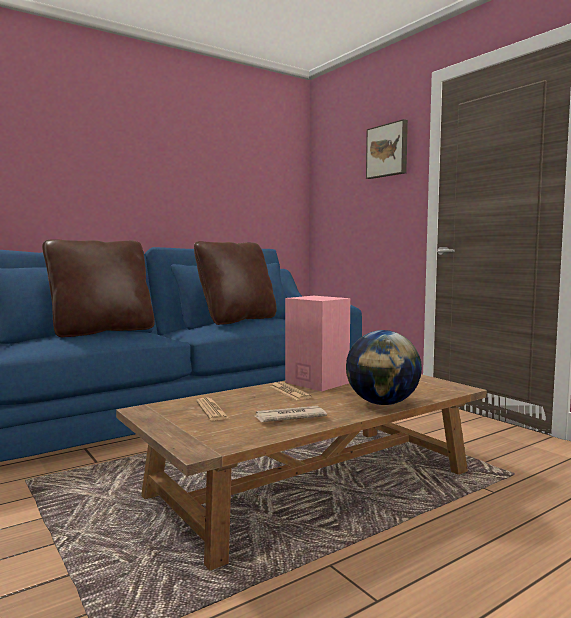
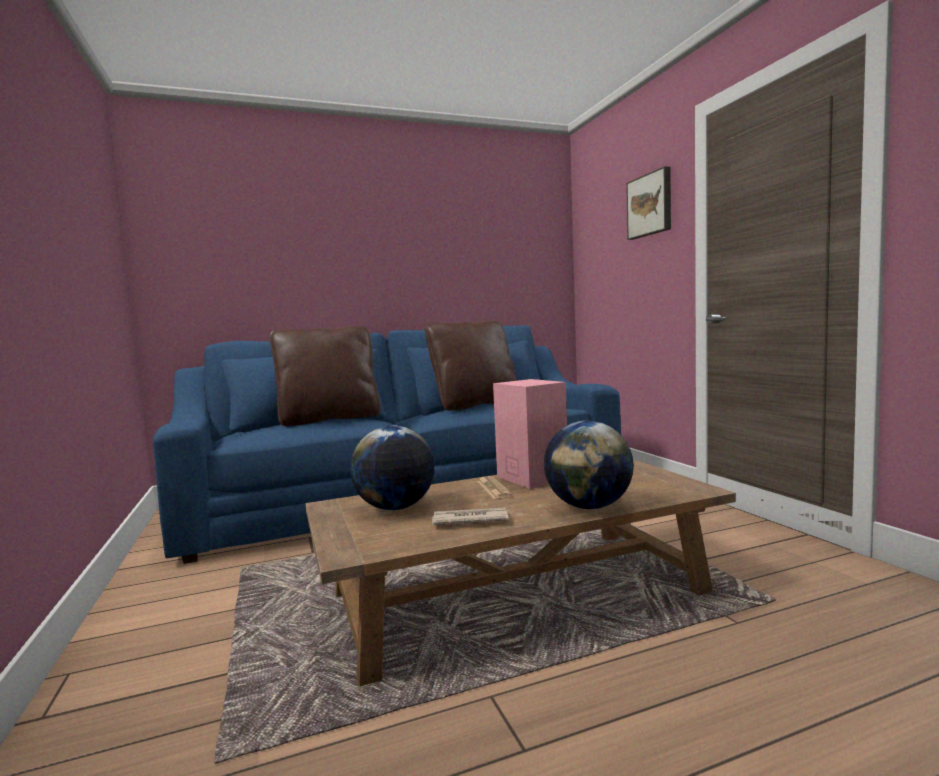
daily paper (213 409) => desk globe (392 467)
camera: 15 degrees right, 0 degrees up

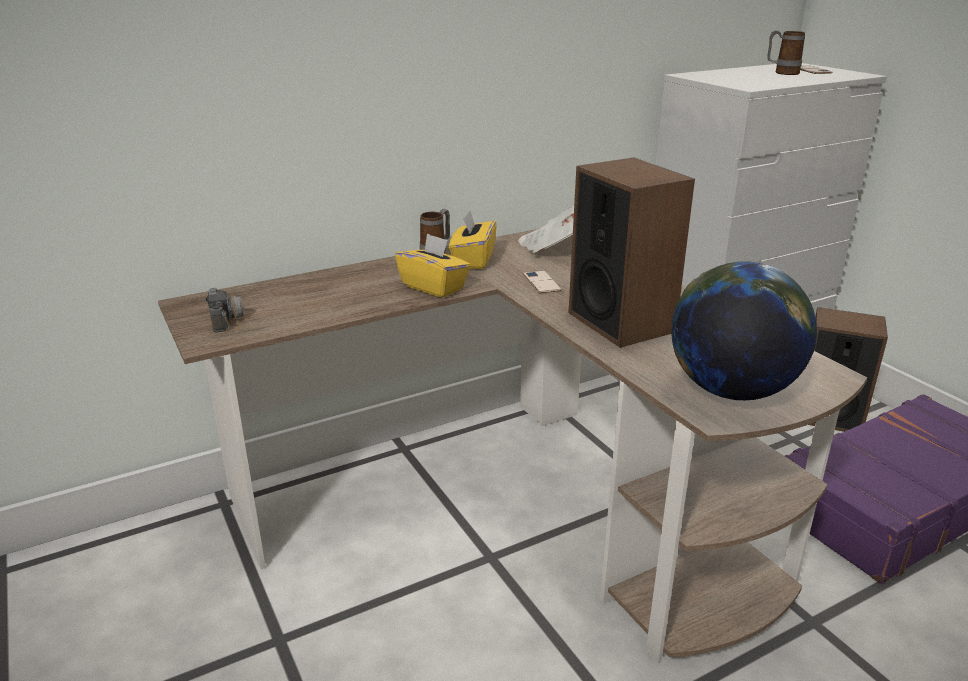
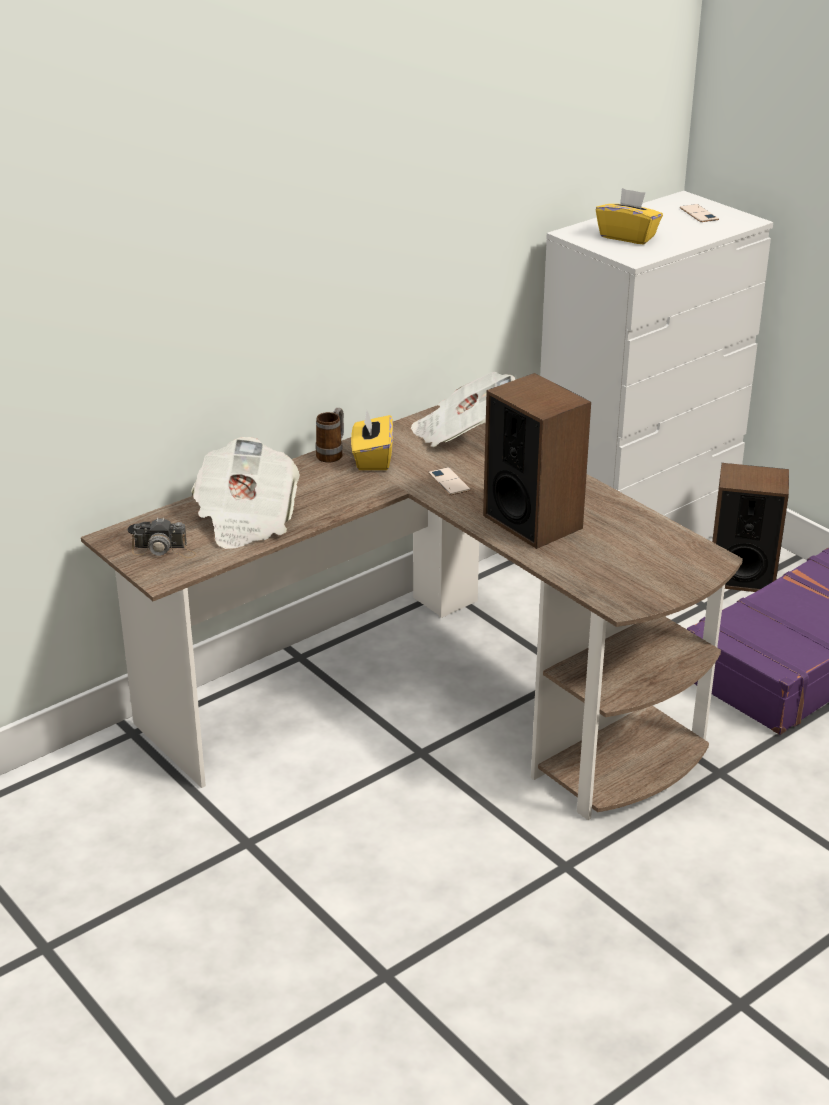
photo camera (225 310) => photo camera (164 537), 120 degrees clockwise
nothing => daily paper (245 493)
box of tissues/yellow-coloured (433 265) => box of tissues/yellow-coloured (629 216), shifted
desk globe (744 330) => nothing
mug (786 52) => nothing
camera: 10 degrees left, 5 degrees up

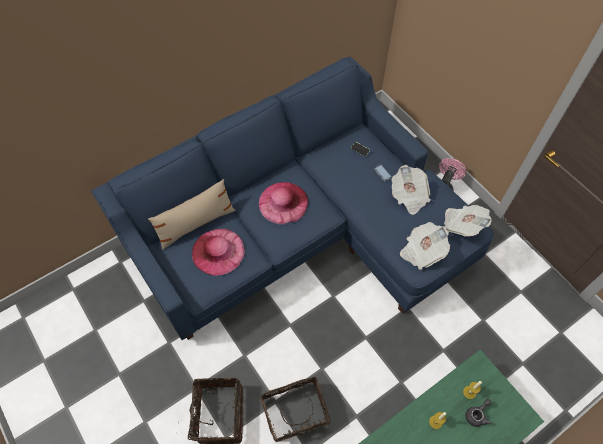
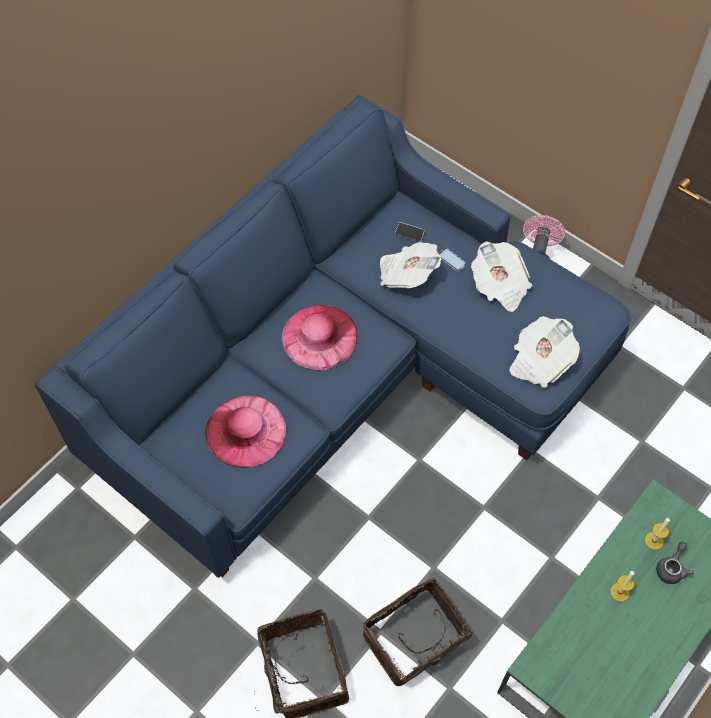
daily paper (468 220) => daily paper (410 265), shifted
throw pillow/beige (192 214) => nothing
camera: 15 degrees left, 0 degrees up

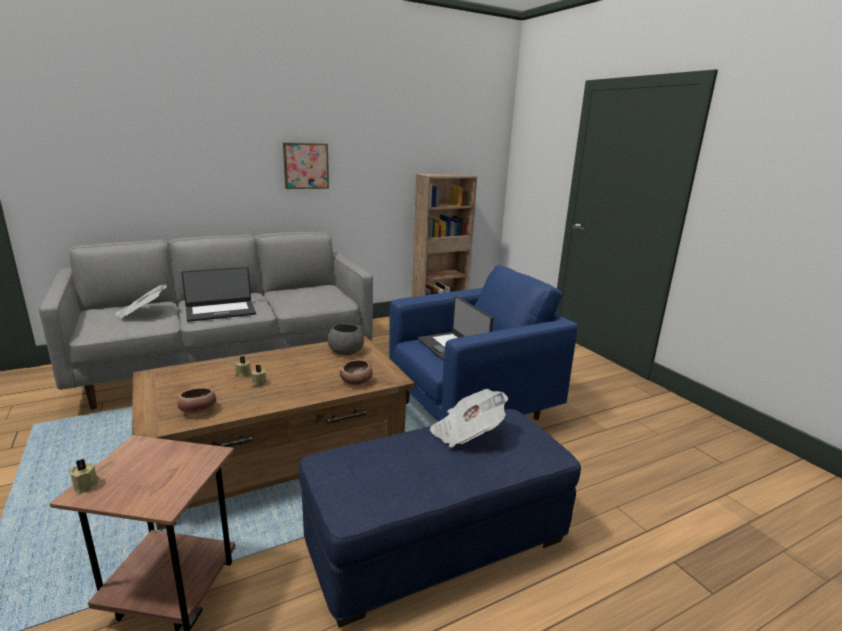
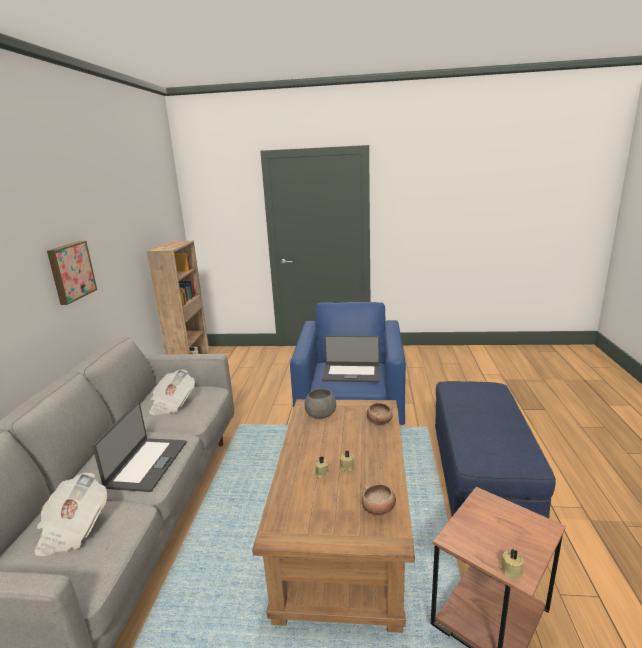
daily paper (469 418) => daily paper (172 392), shifted
camera: 55 degrees left, 0 degrees up

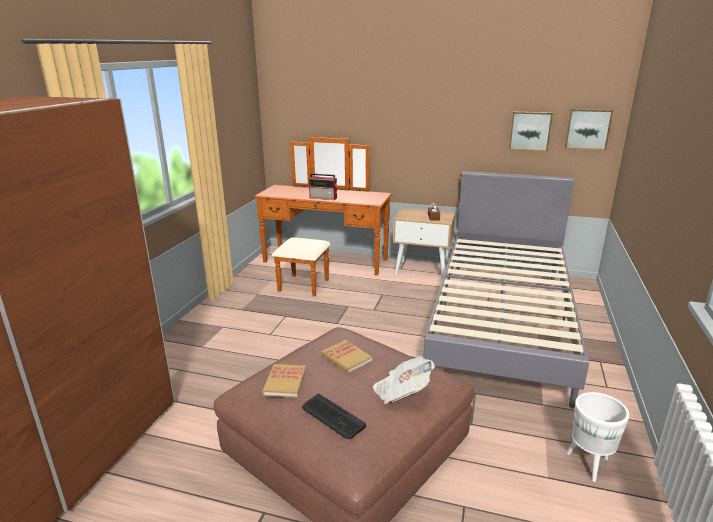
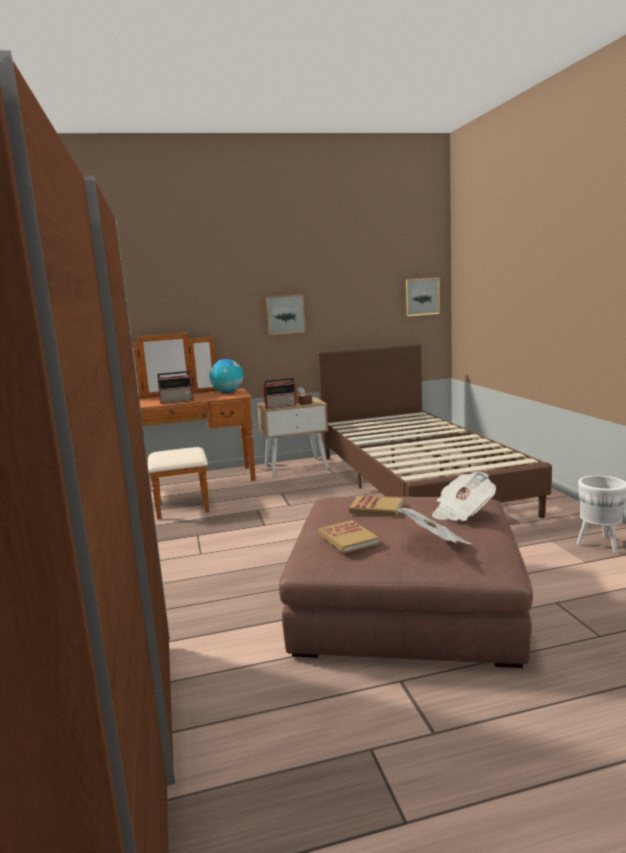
nothing => desk globe (227 376)
nothing => radio (279 393)
wall picture (531 131) => wall picture (285 314), shifted
sleeping bed/gray (506 290) => sleeping bed/brownish (434 430)
PC keyboard (334 416) => daily paper (434 526)
camera: 30 degrees left, 10 degrees down

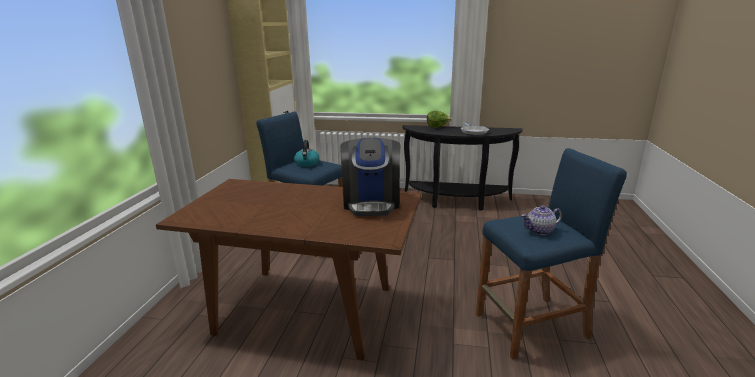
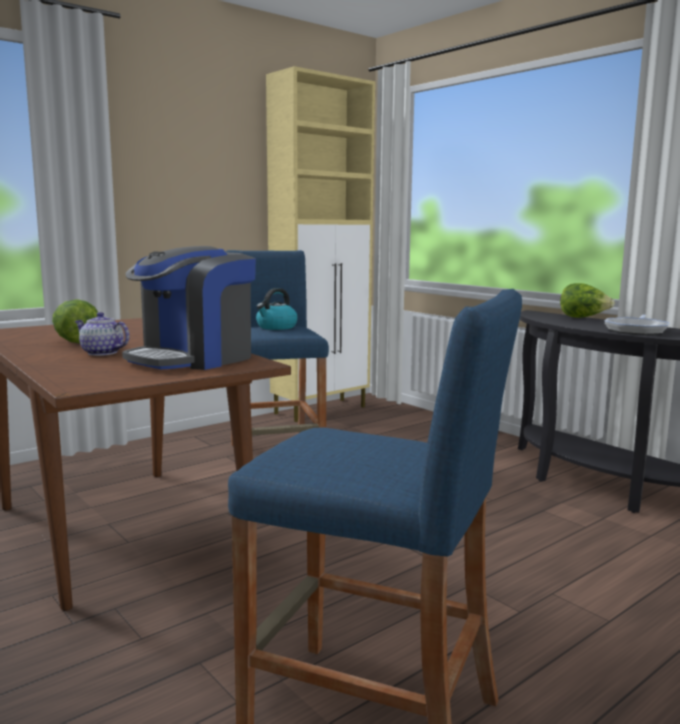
nothing => lettuce (75 321)
teapot (541 220) => teapot (102 334), shifted
camera: 40 degrees right, 10 degrees down

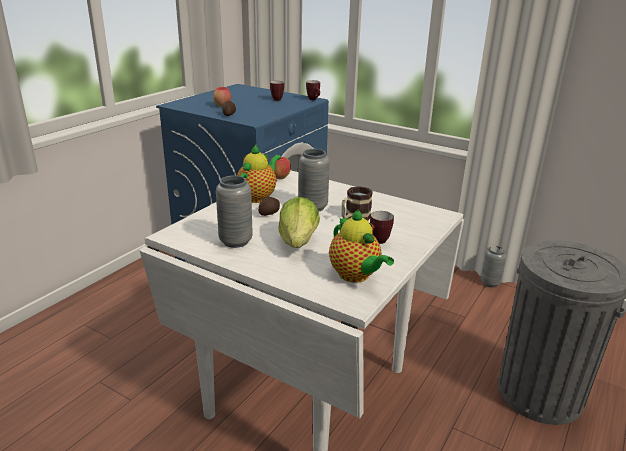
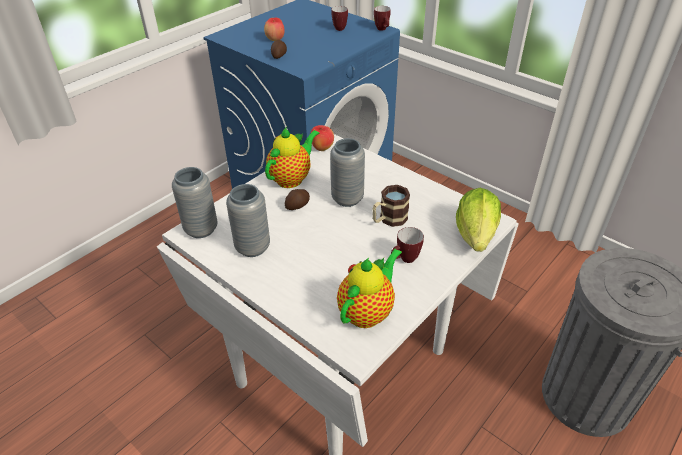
decorative vase/gray (493 266) => decorative vase/gray (195 202), shifted
teapot (361 246) => teapot (369 288), 120 degrees counterclockwise
lettuce (299 222) => lettuce (478 220), shifted
camera: 10 degrees right, 15 degrees up

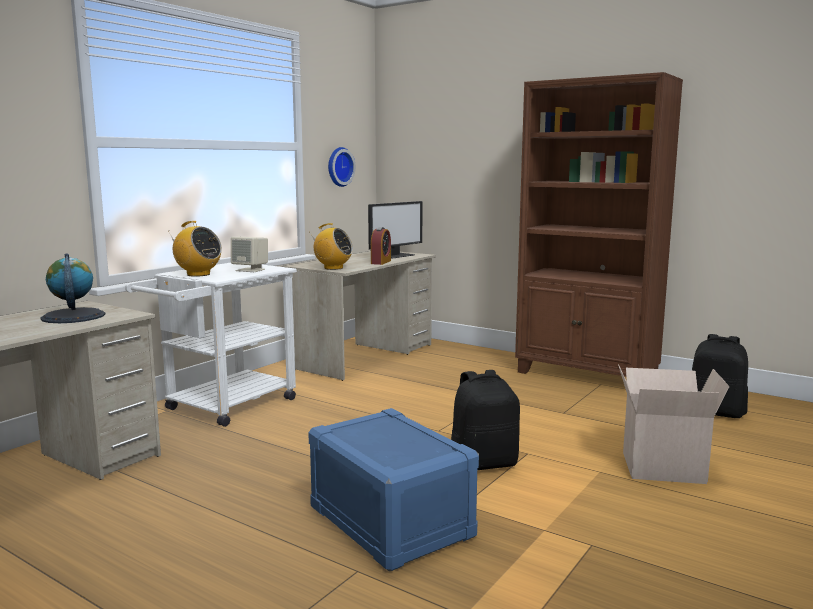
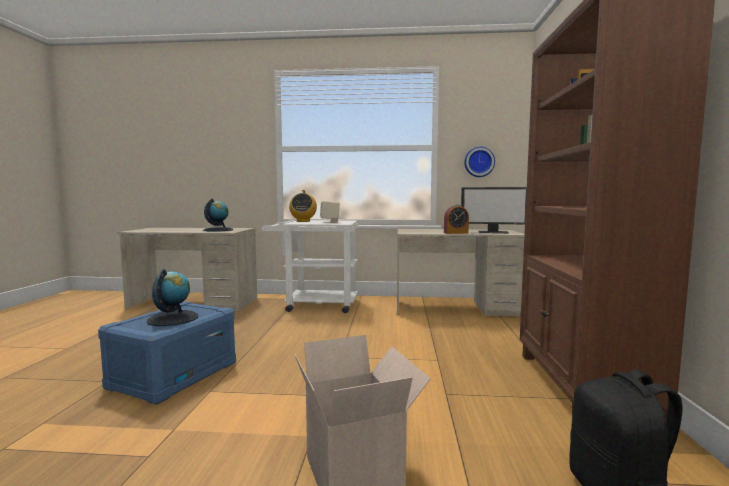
nothing => desk globe (172 297)
radio (331 246) => nothing
knapsack/black (485 420) => nothing
camera: 60 degrees right, 5 degrees down

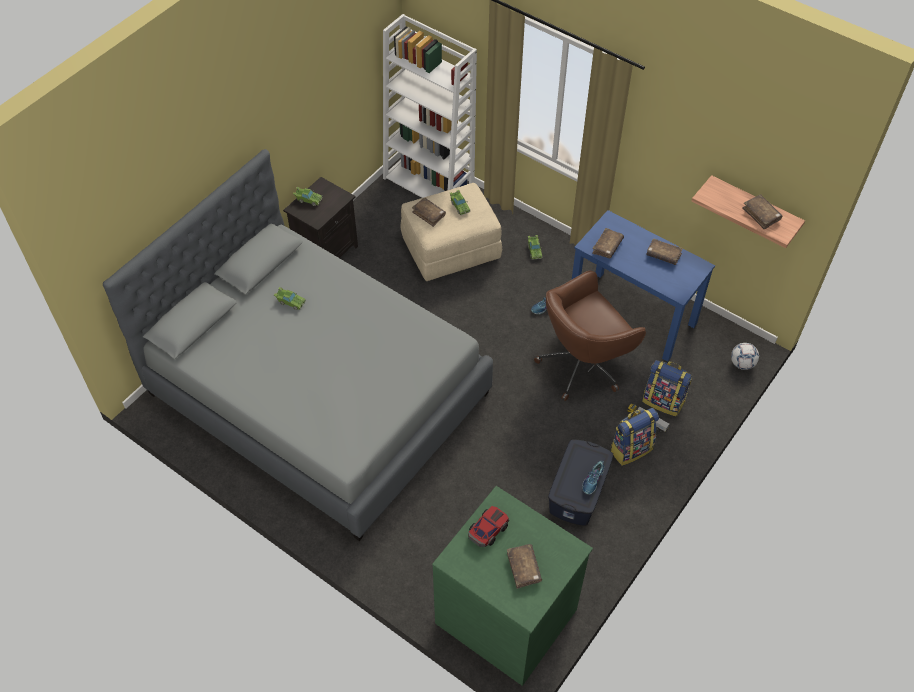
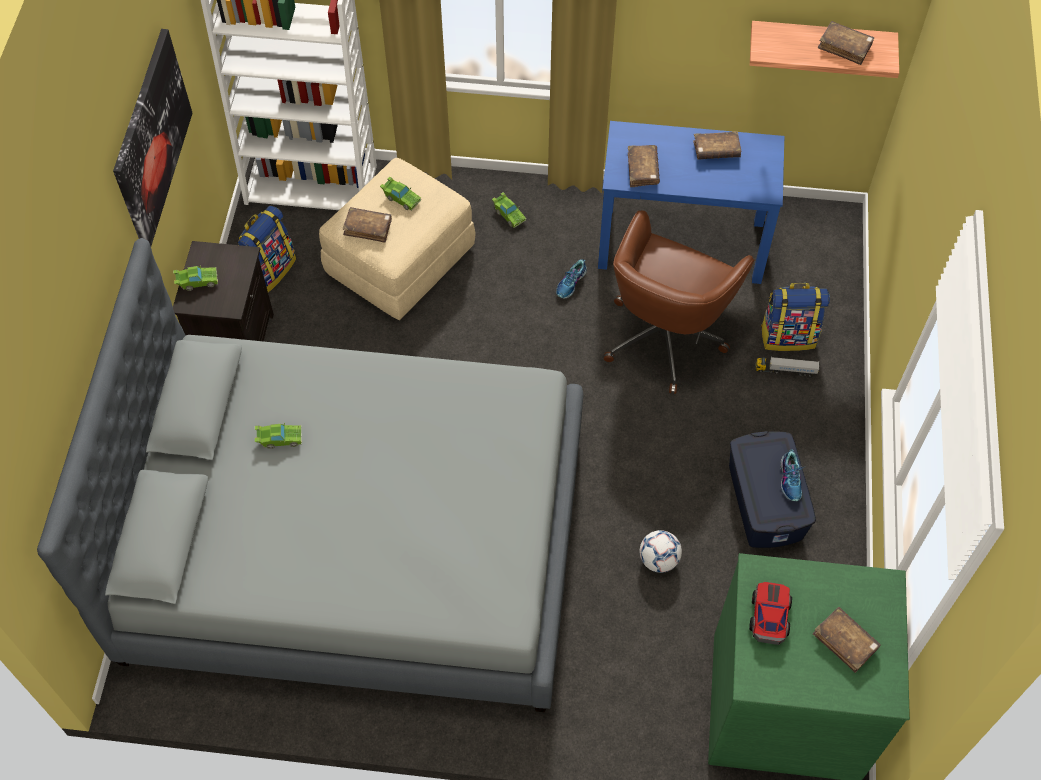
nothing => wall picture (152 137)
knapsack (634 437) => knapsack (267 249), shifted
football ball (745 356) => football ball (661 551), shifted
camera: 30 degrees left, 5 degrees up

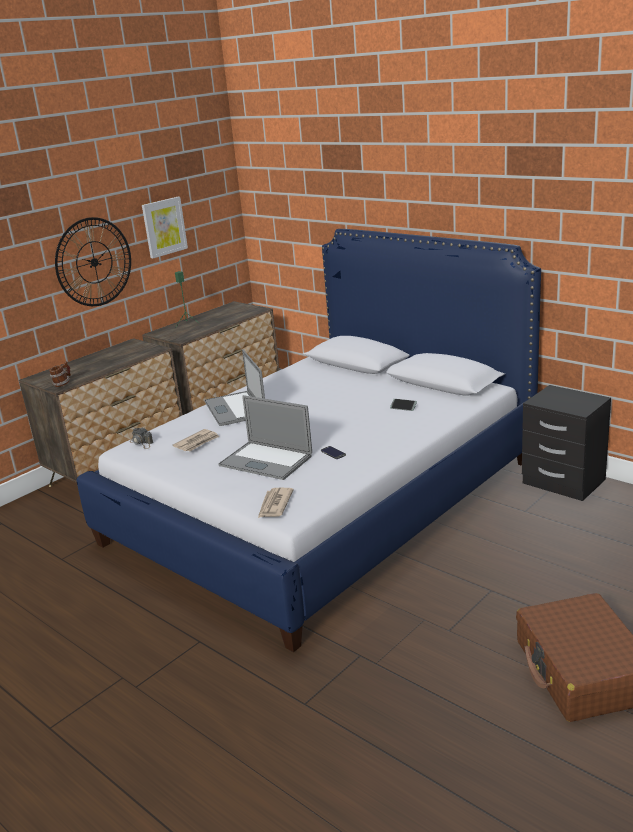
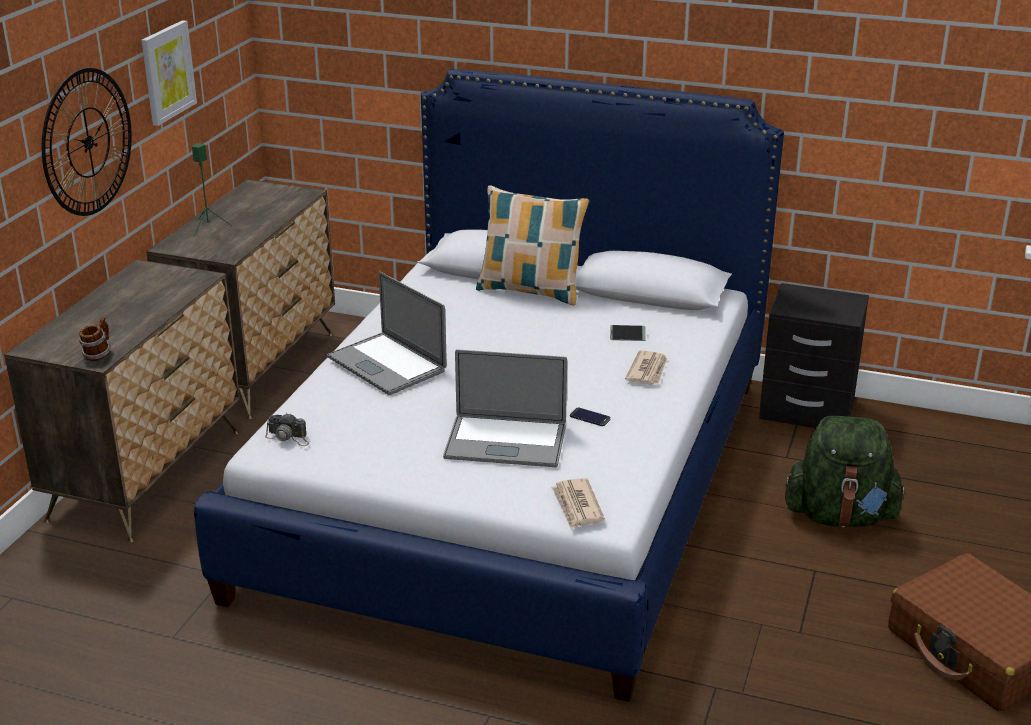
nothing => throw pillow (532 245)
daily paper (196 440) => daily paper (646 367), shifted
nothing => knapsack/green-coloured (845 472)
camera: 25 degrees left, 5 degrees up

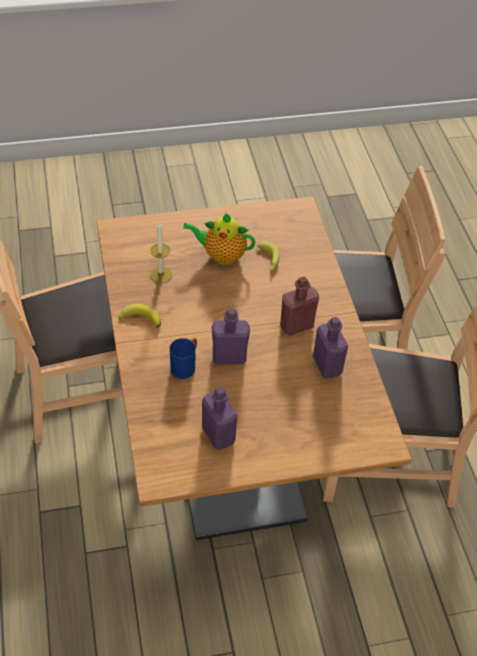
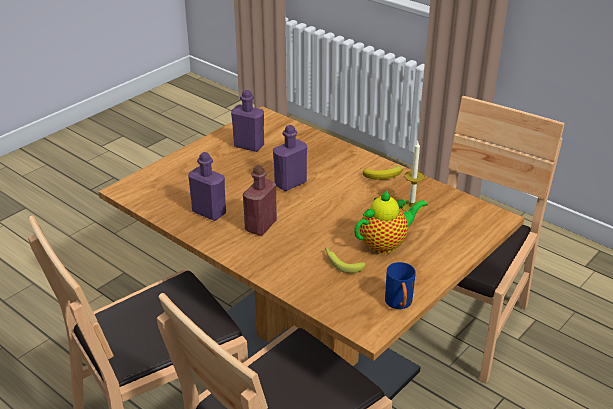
mug/blue-coloured (183 358) => mug/blue-coloured (400 285), shifted
camera: 145 degrees right, 15 degrees down

